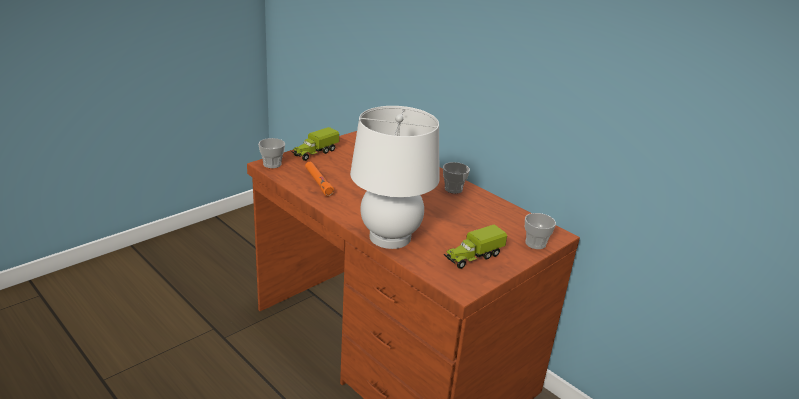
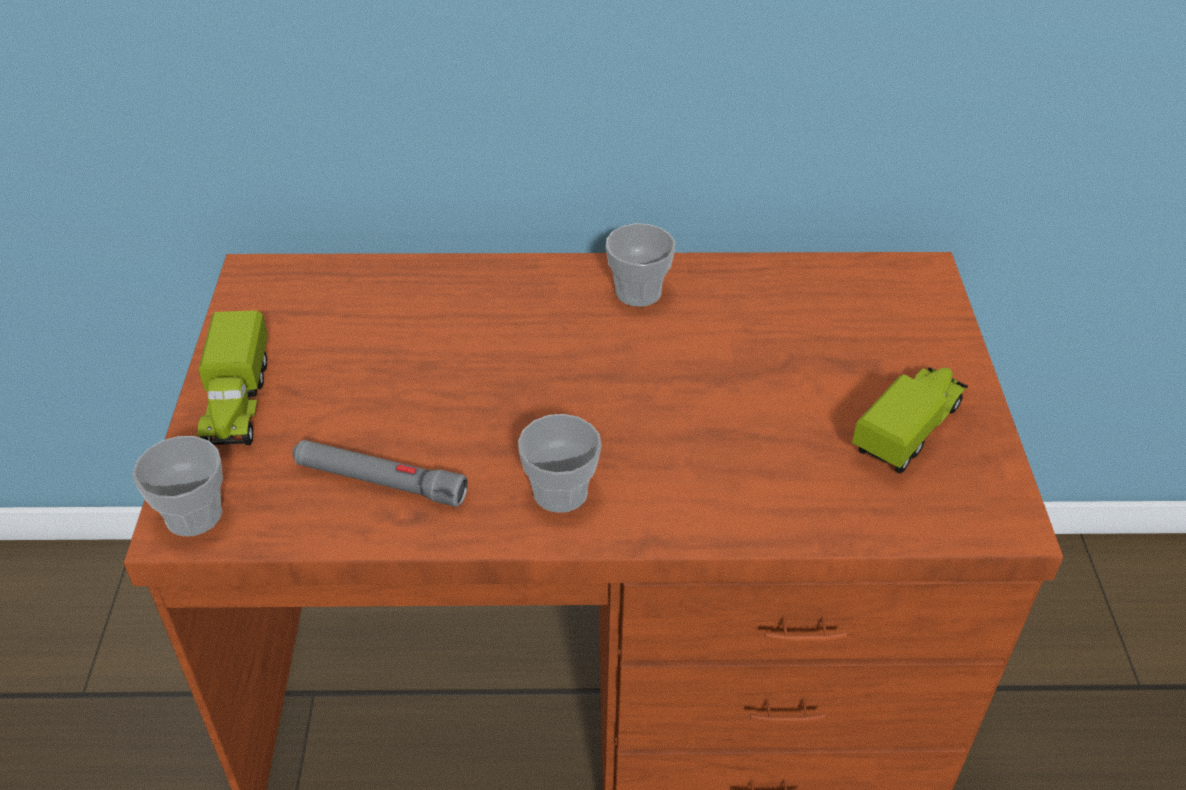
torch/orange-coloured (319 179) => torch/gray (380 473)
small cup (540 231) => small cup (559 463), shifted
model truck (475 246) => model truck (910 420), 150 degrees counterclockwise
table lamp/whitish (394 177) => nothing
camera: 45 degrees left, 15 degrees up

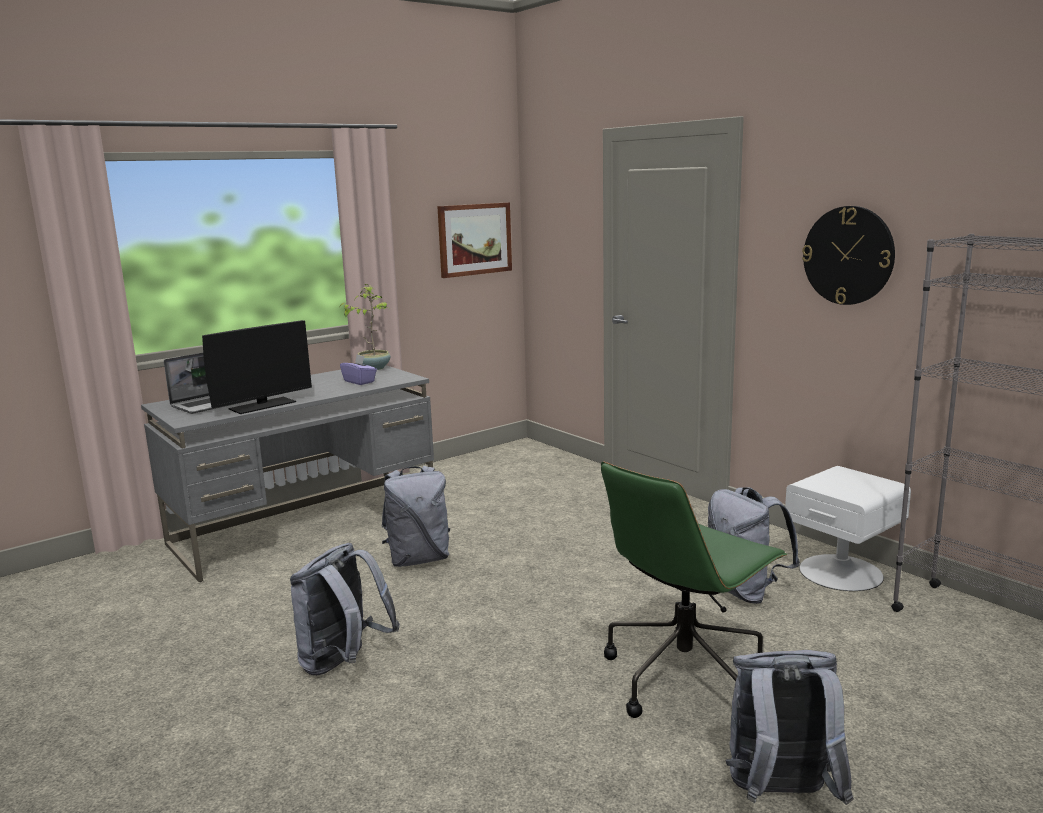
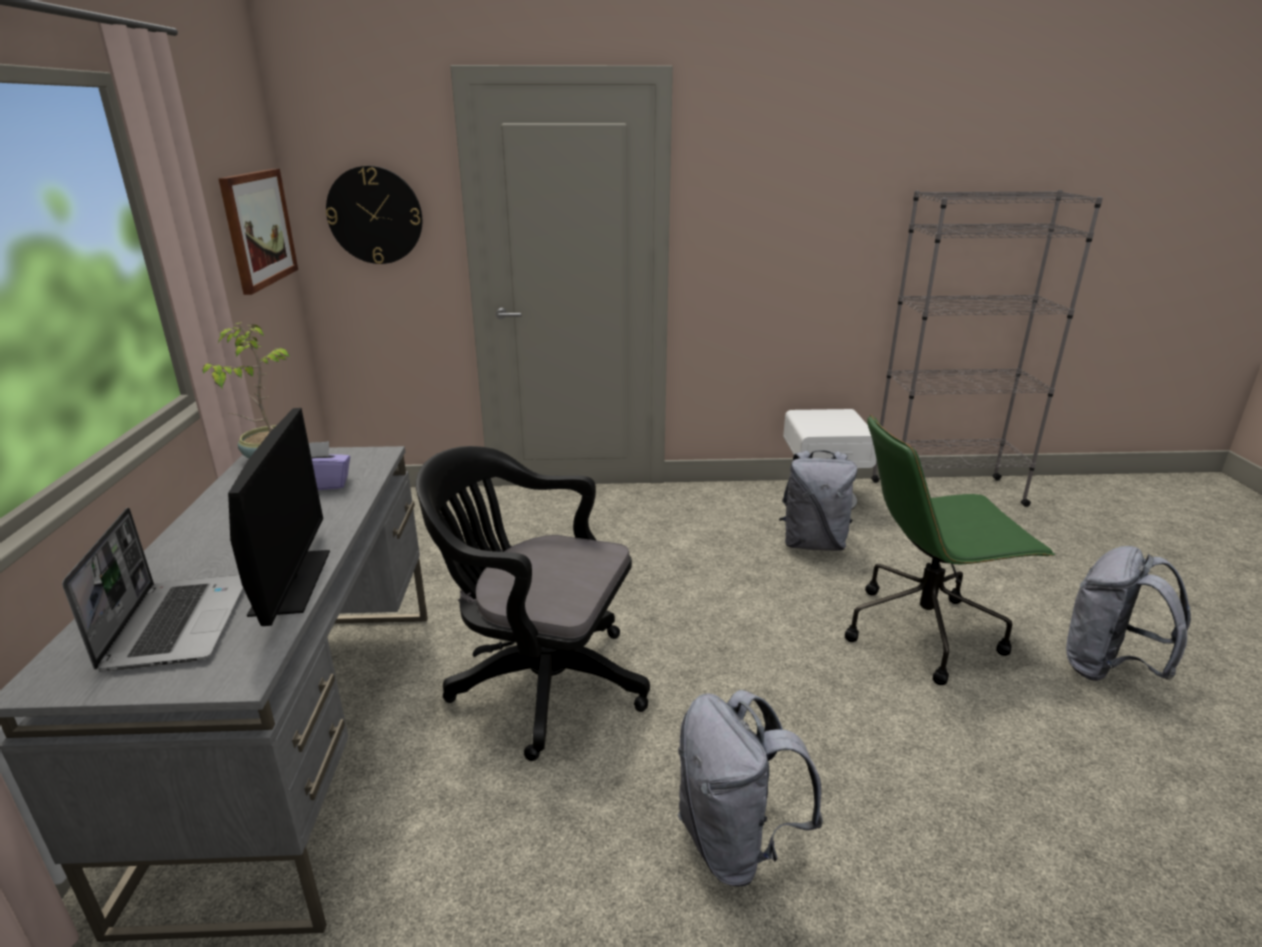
clock on the wall (848 255) => clock on the wall (374 215), shifted
knapsack/gray (416 516) => office chair/black (533 603)
office chair/green-coloured (694 589) => office chair/green-coloured (950 549), 90 degrees clockwise
camera: 55 degrees left, 10 degrees up

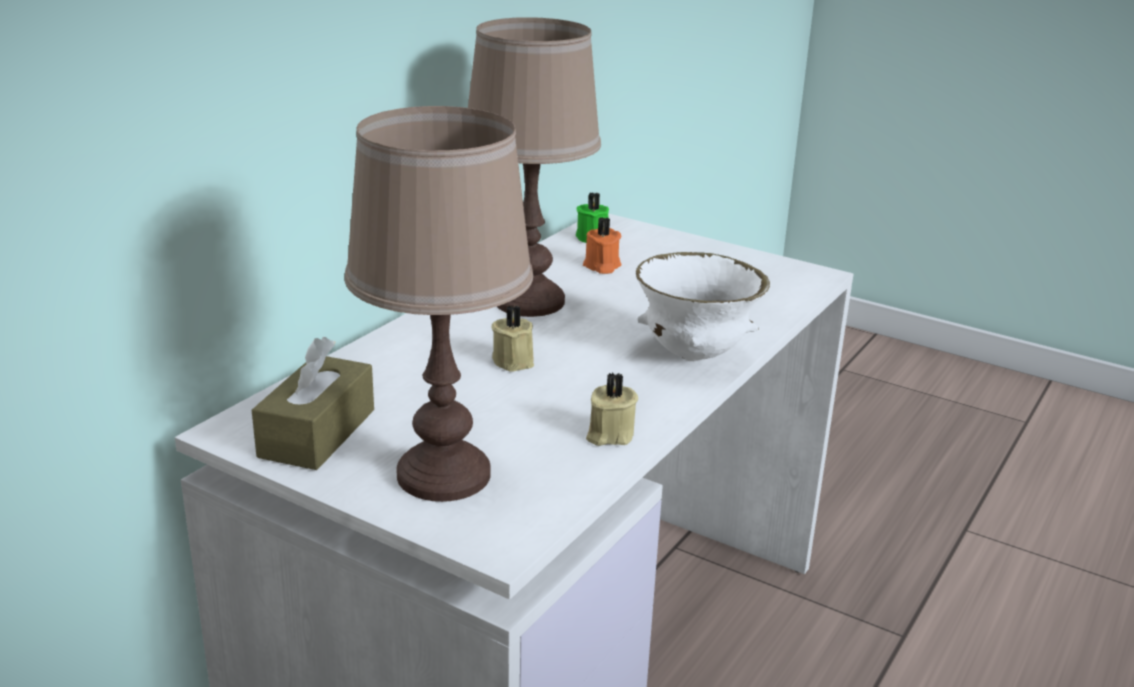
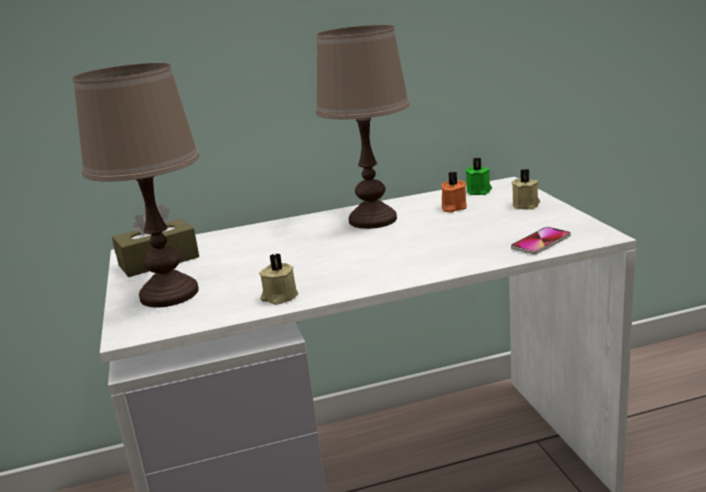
nothing => handset (541 240)
wax candle/beige (513 338) => wax candle/beige (526 189), shifted
serving bowl/whitish (703 306) => nothing
camera: 45 degrees right, 5 degrees down

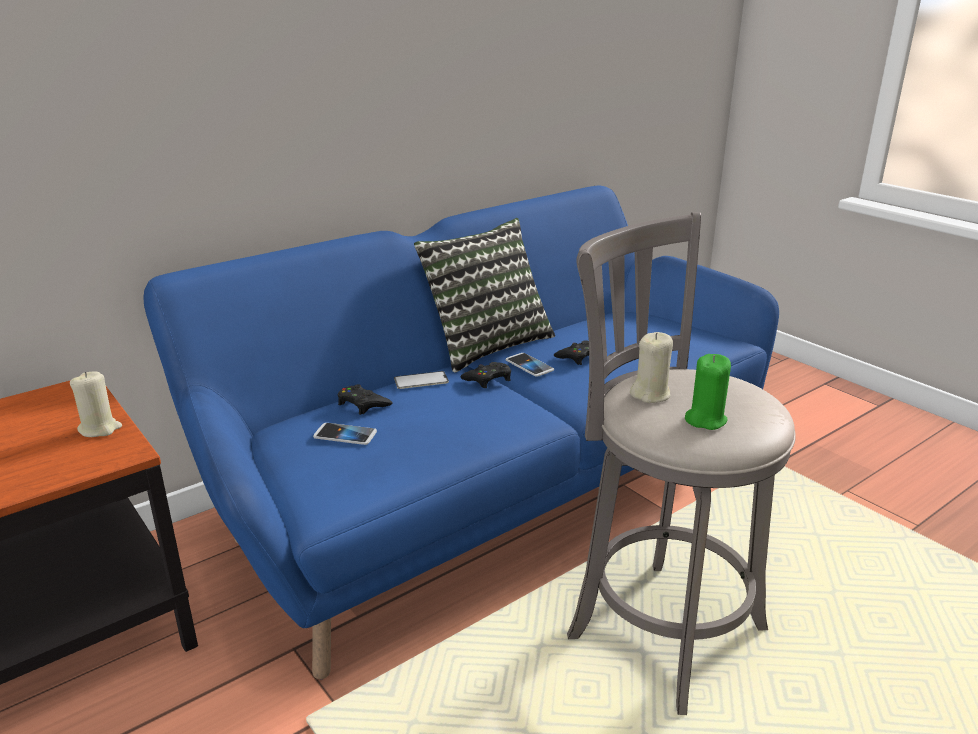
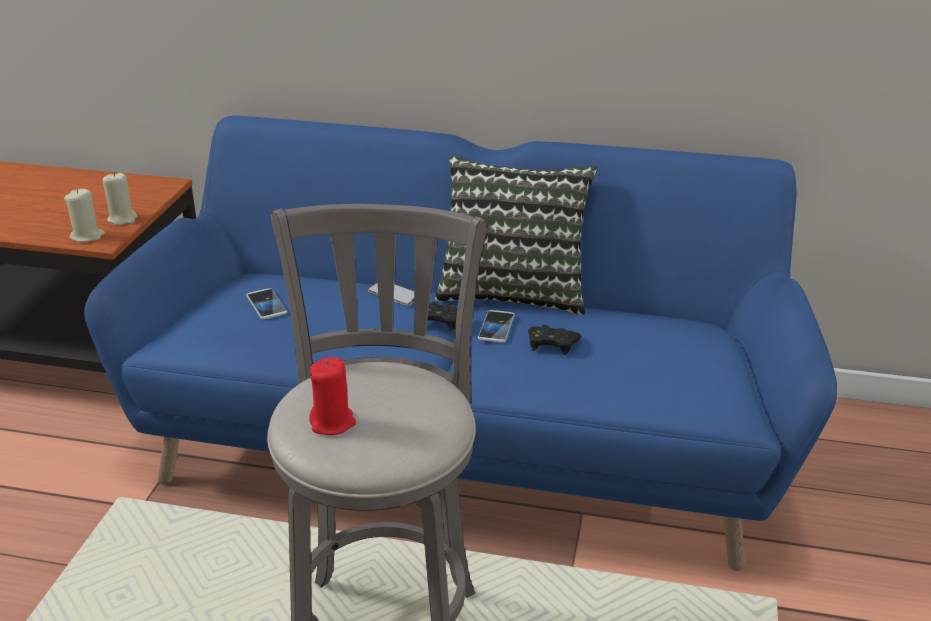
wax candle/beige (651 367) => wax candle/beige (84 215), shifted
wax candle/green-coloured (708 392) => wax candle/red (332 396)
joypad/black (365 399) => nothing
camera: 50 degrees right, 5 degrees up

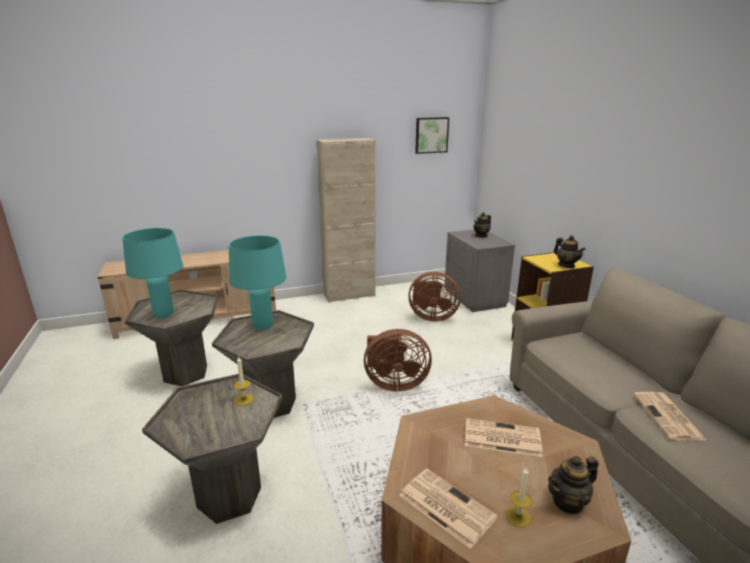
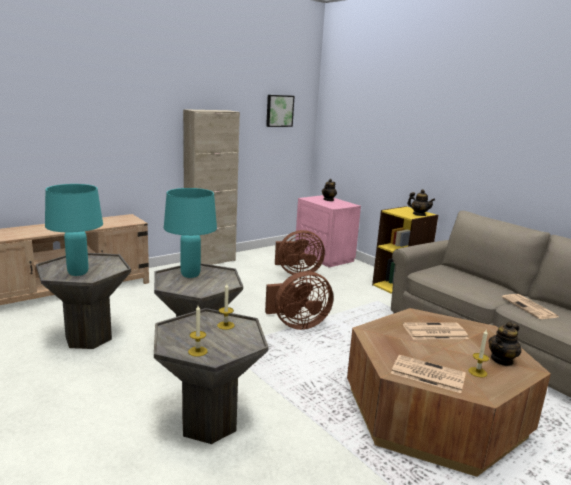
nothing => wax candle (198 331)
nightstand/gray (479 271) => nightstand/pinkish (328 231)
camera: 20 degrees left, 5 degrees down

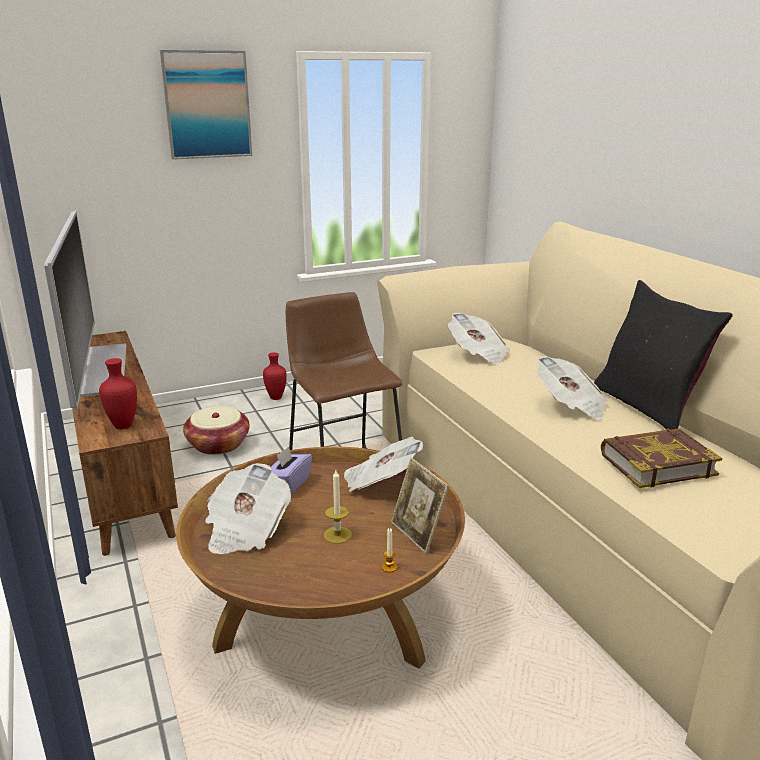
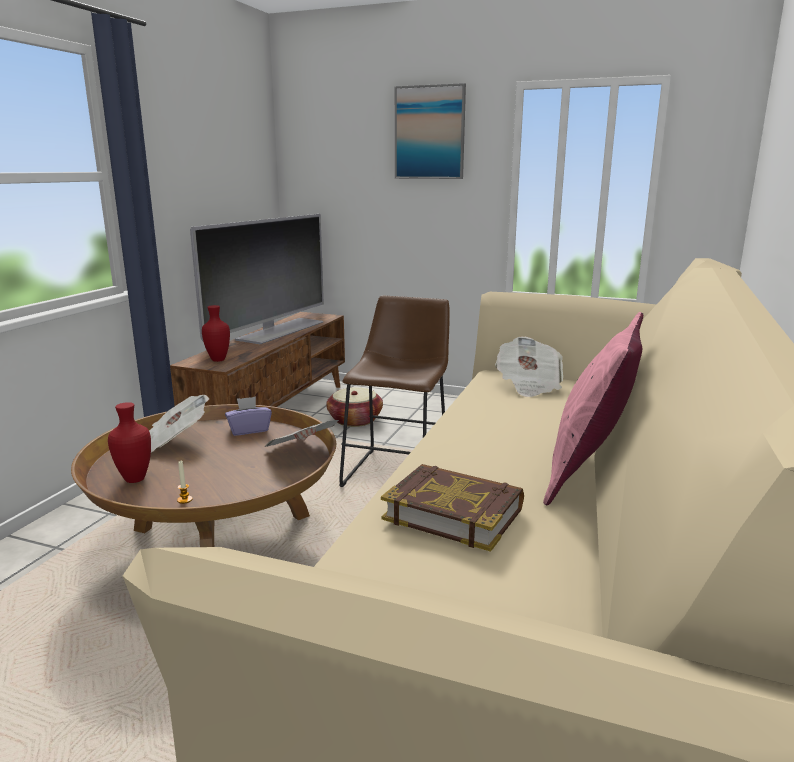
decorative vase/red (275 376) => decorative vase/red (129 442), shifted
throw pillow/black (663 355) => throw pillow/pinkish (593 408)
wax candle (338 507) => nothing
picture frame (420 506) => nothing
daily paper (572 388) => nothing
camera: 45 degrees right, 5 degrees down

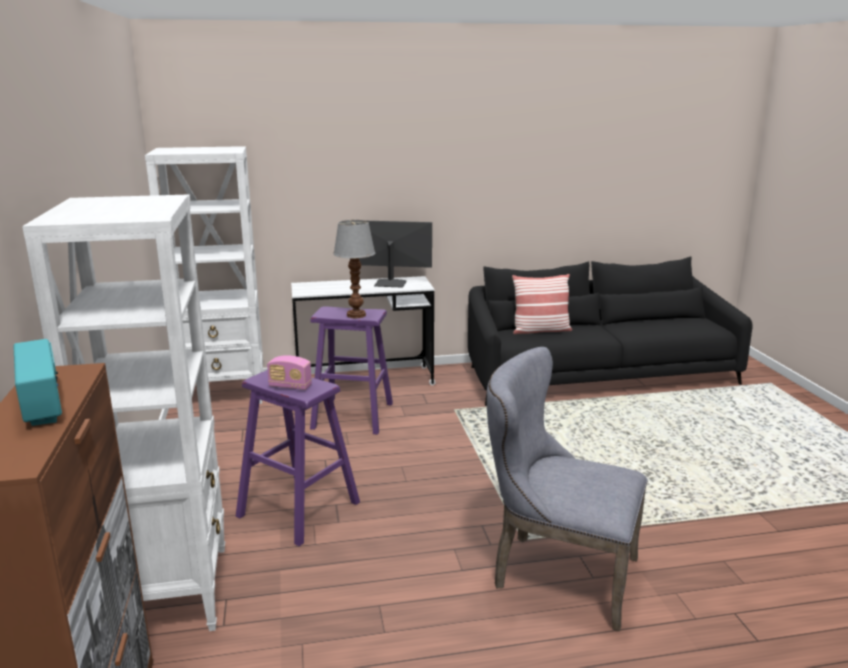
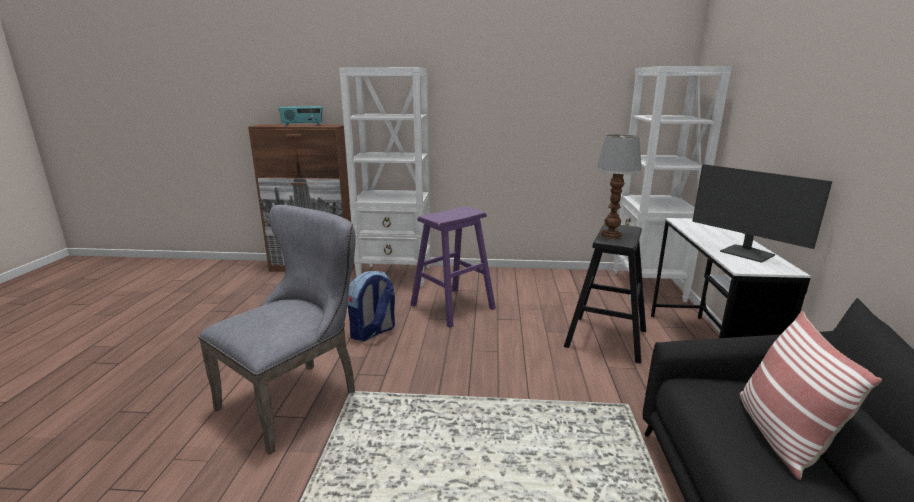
nothing => knapsack (371 306)
stool/purple-coloured (351 370) => stool/black (605 294)
computer display (395 254) => computer display (762 213), 120 degrees clockwise
radio (289 372) => nothing
camera: 105 degrees right, 0 degrees up

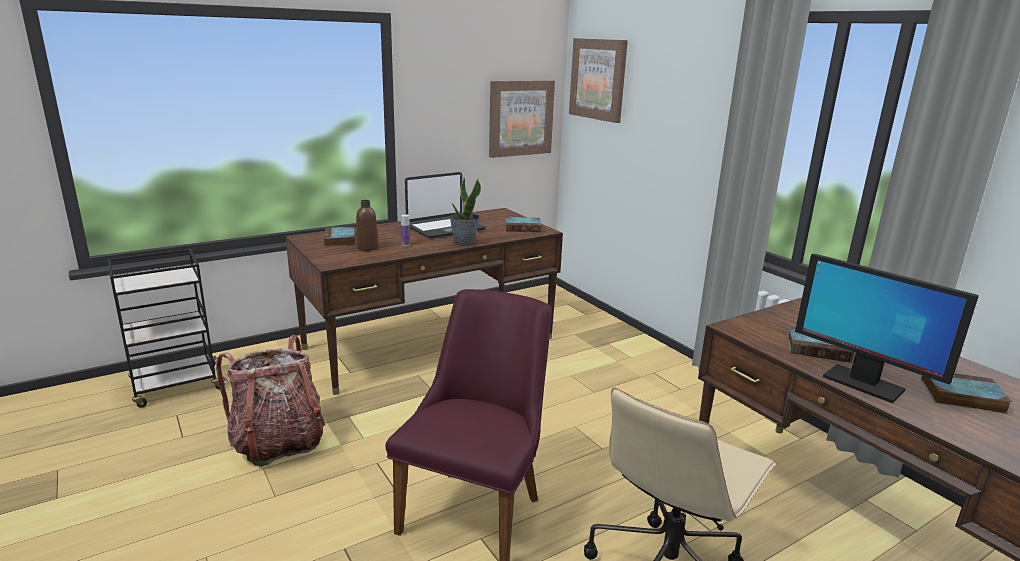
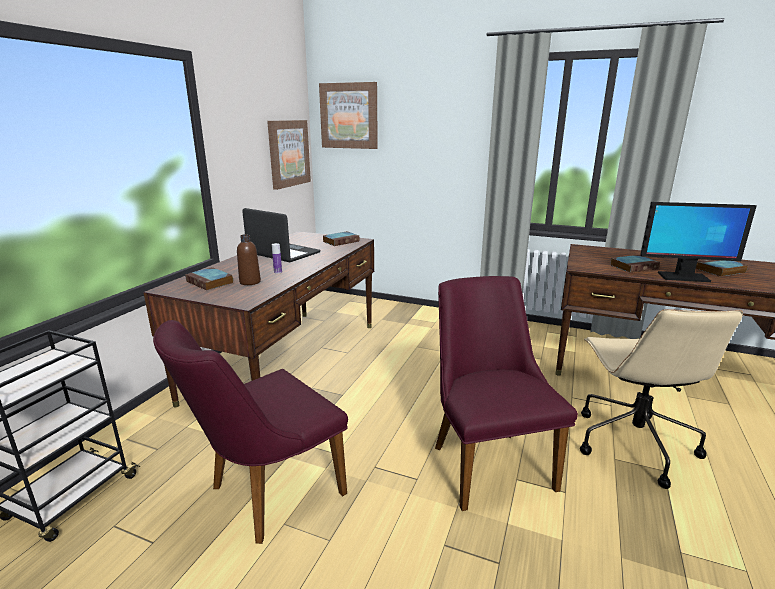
knapsack (270 401) => chair/purple-coloured (250 432)
portable computer (445 205) => portable computer (281 235), 75 degrees counterclockwise
houseplant (465 212) => nothing
camera: 35 degrees left, 0 degrees up

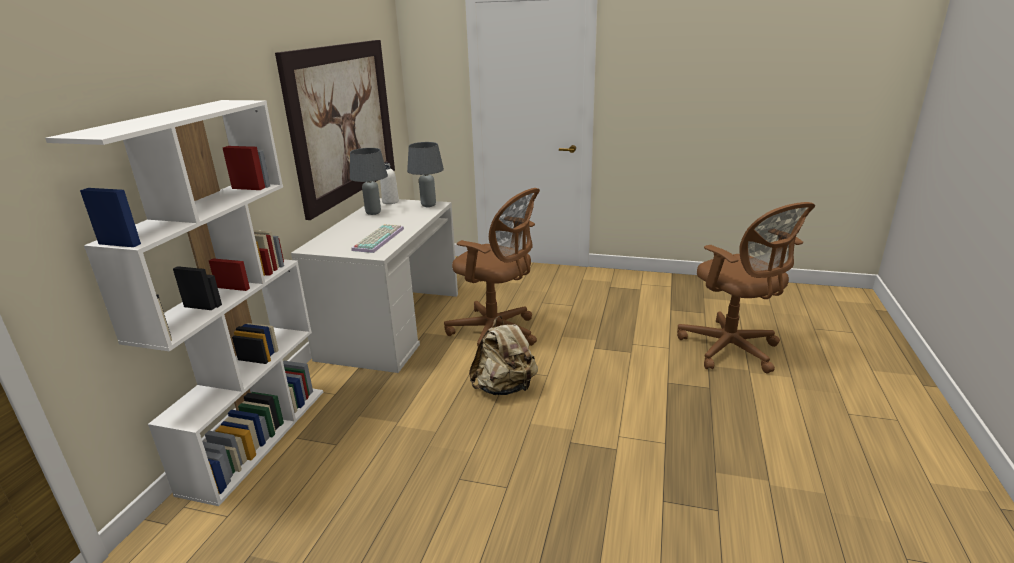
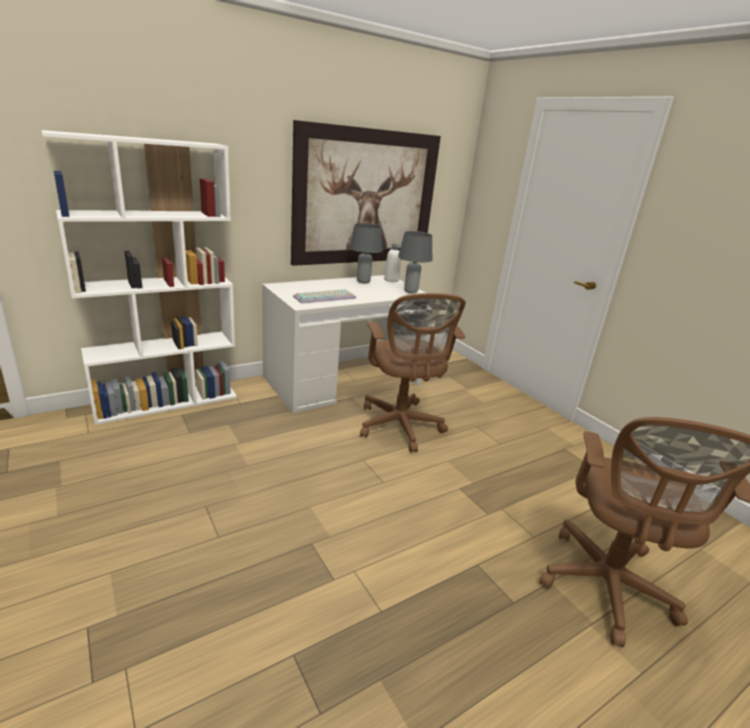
knapsack/beige (503 355) => nothing
camera: 40 degrees right, 0 degrees up

